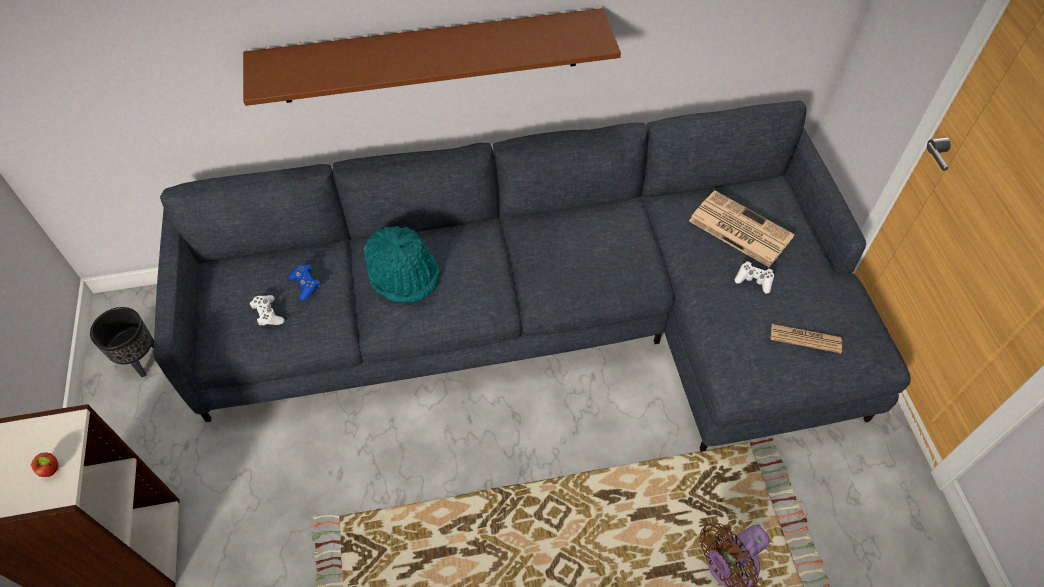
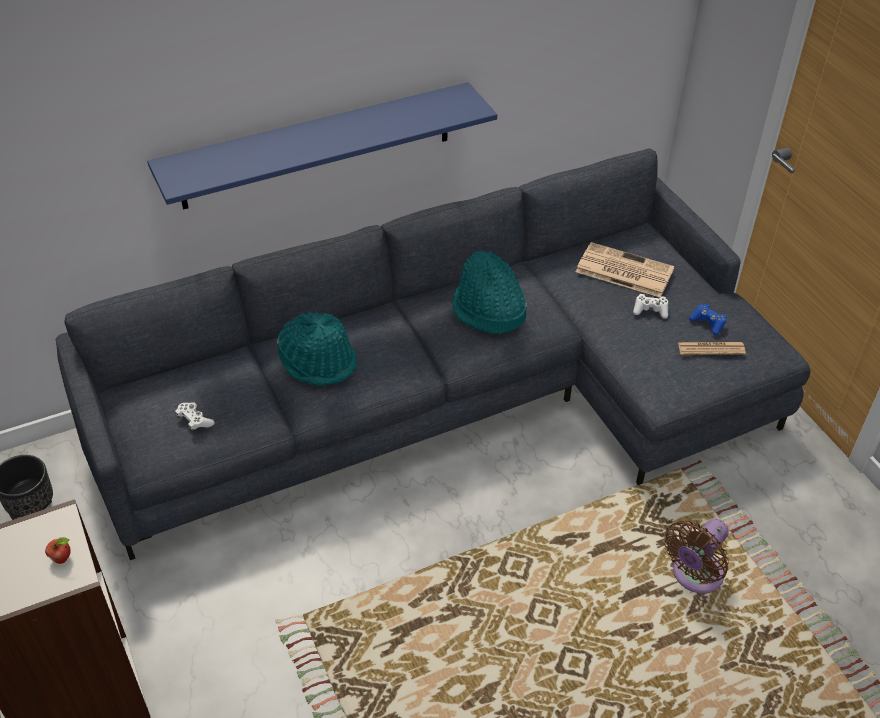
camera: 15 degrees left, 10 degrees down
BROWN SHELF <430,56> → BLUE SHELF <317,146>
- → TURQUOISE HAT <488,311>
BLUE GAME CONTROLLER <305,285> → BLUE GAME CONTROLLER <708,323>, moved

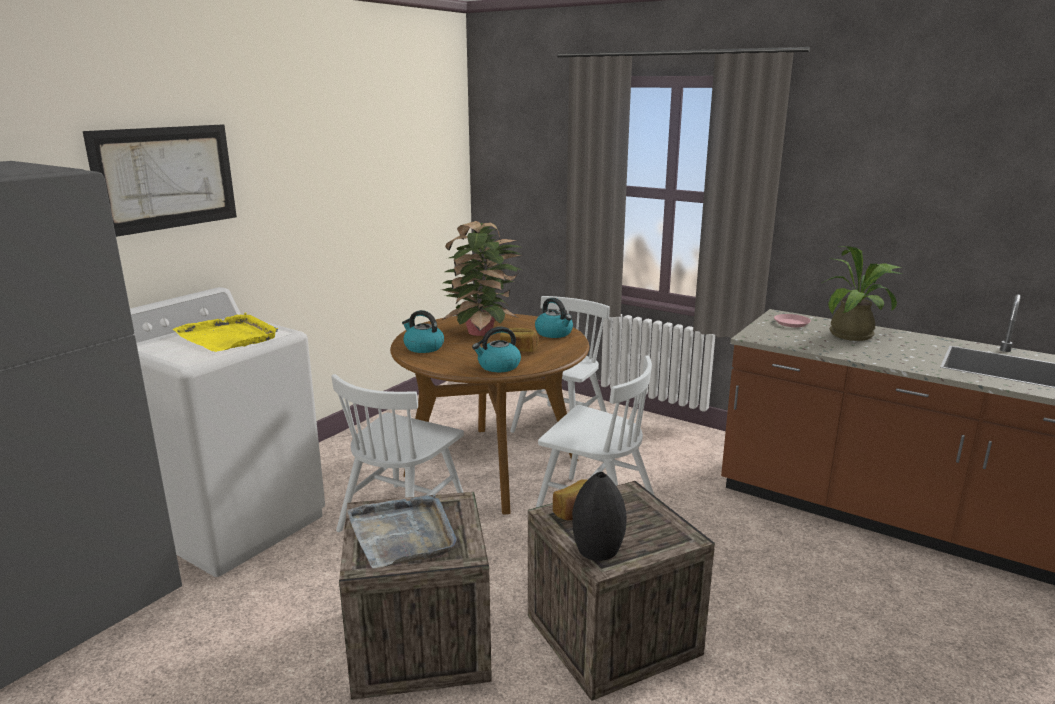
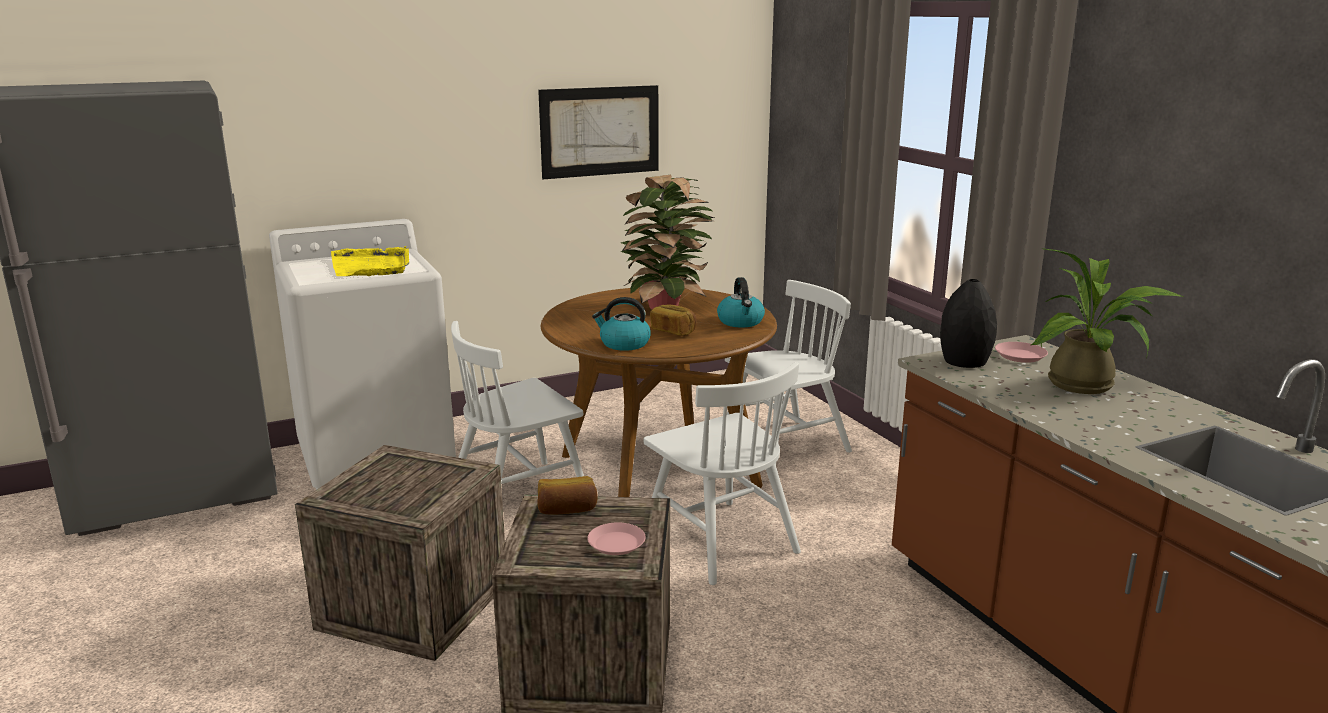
camera: 30 degrees right, 0 degrees up
PICTURE <166,178> → PICTURE <600,131>, moved
- → PINK PLATE <616,543>
BLACK VASE <596,549> → BLACK VASE <963,361>, moved
GREY TRAY <403,534> → -
KETTLE <423,347> → -

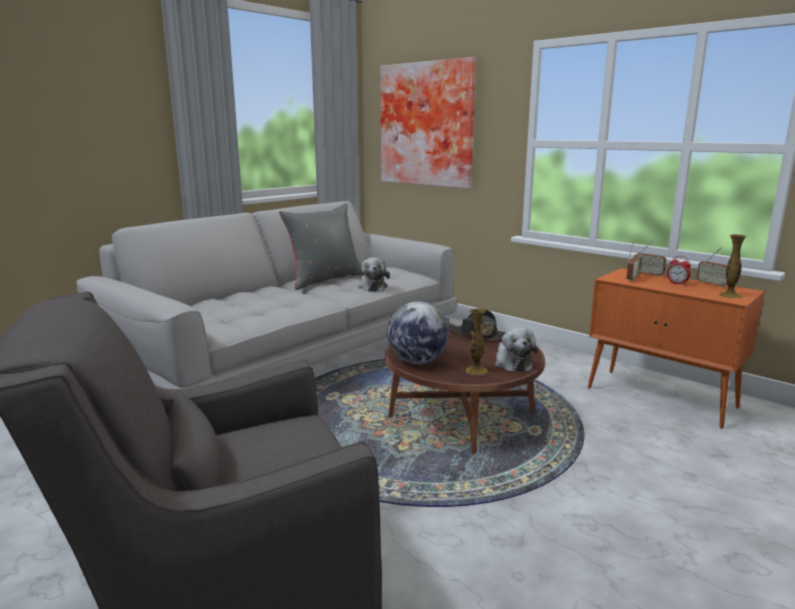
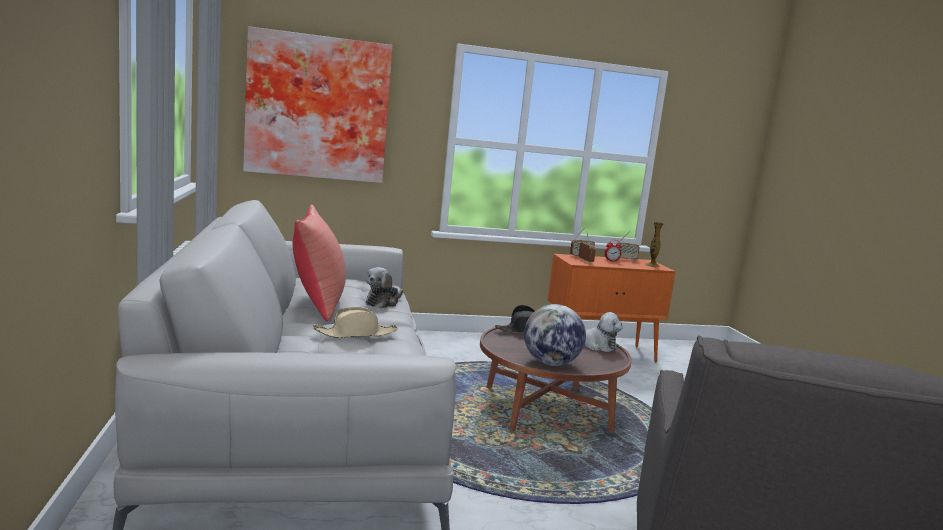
camera: 55 degrees left, 5 degrees down
GREY PILLOW <325,280> → RED PILLOW <317,304>
- → BEIGE HAT <356,334>
PLUSH TOY <372,286> → PLUSH TOY <383,302>, 90 degrees clockwise
VASE <476,370> → -

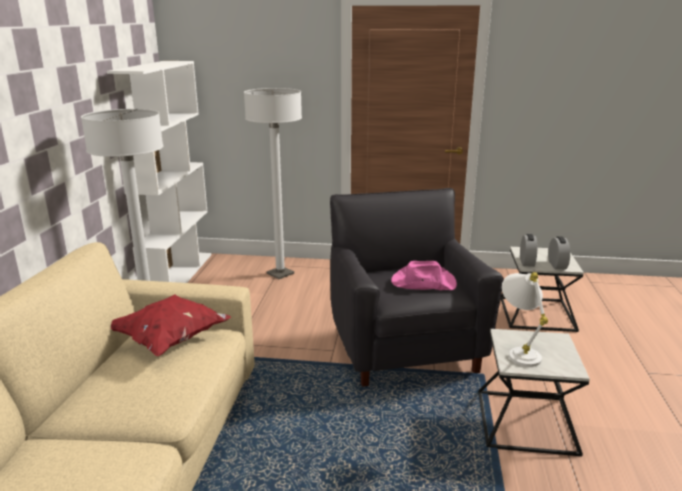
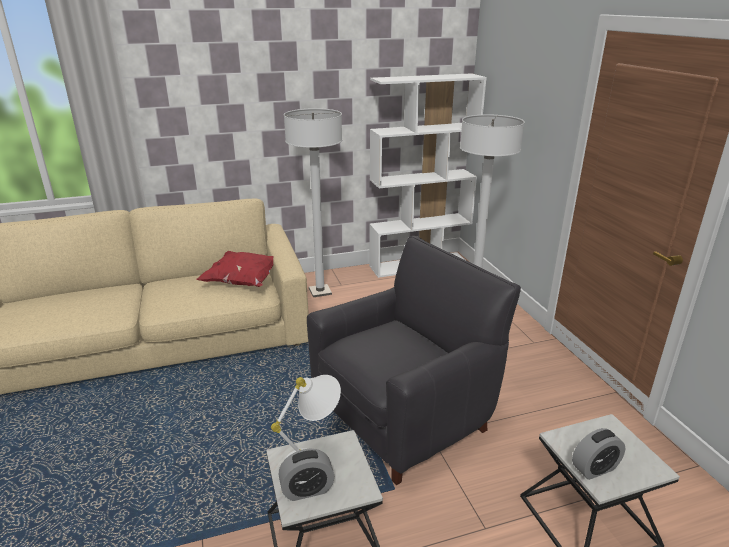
camera: 65 degrees right, 5 degrees up
ALARM CLOCK <526,262> → ALARM CLOCK <307,490>, moved
PINK HAT <422,282> → -

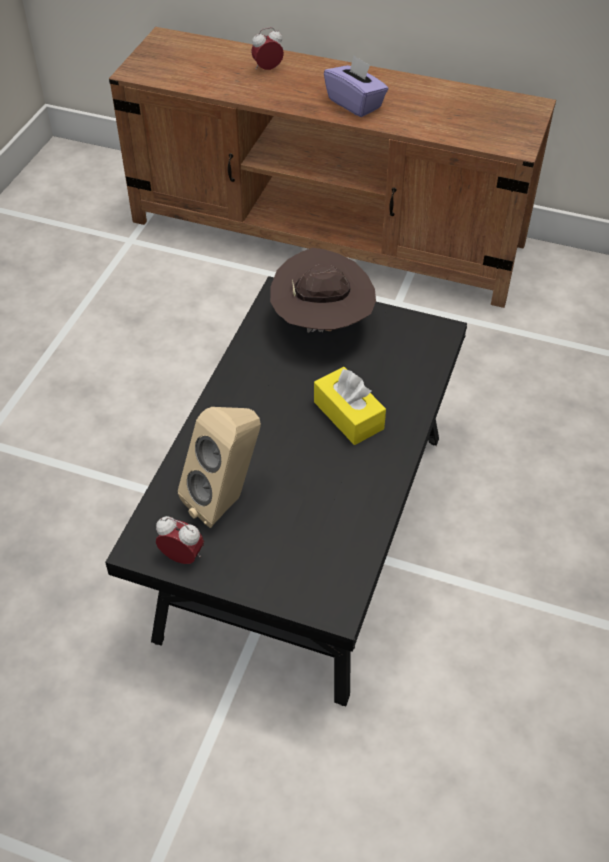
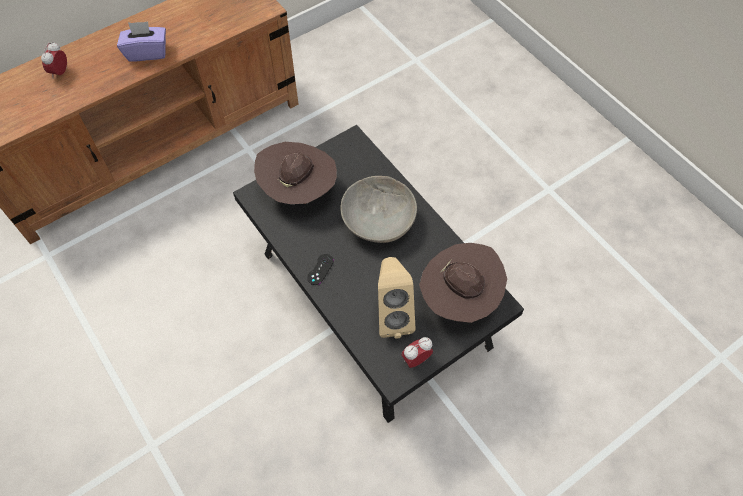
camera: 55 degrees left, 10 degrees up
- → BLACK GAME CONTROLLER <320,269>
YELLOW TISSUE BOX <348,415> → GREY BOWL <378,220>
- → BROWN HAT <459,298>

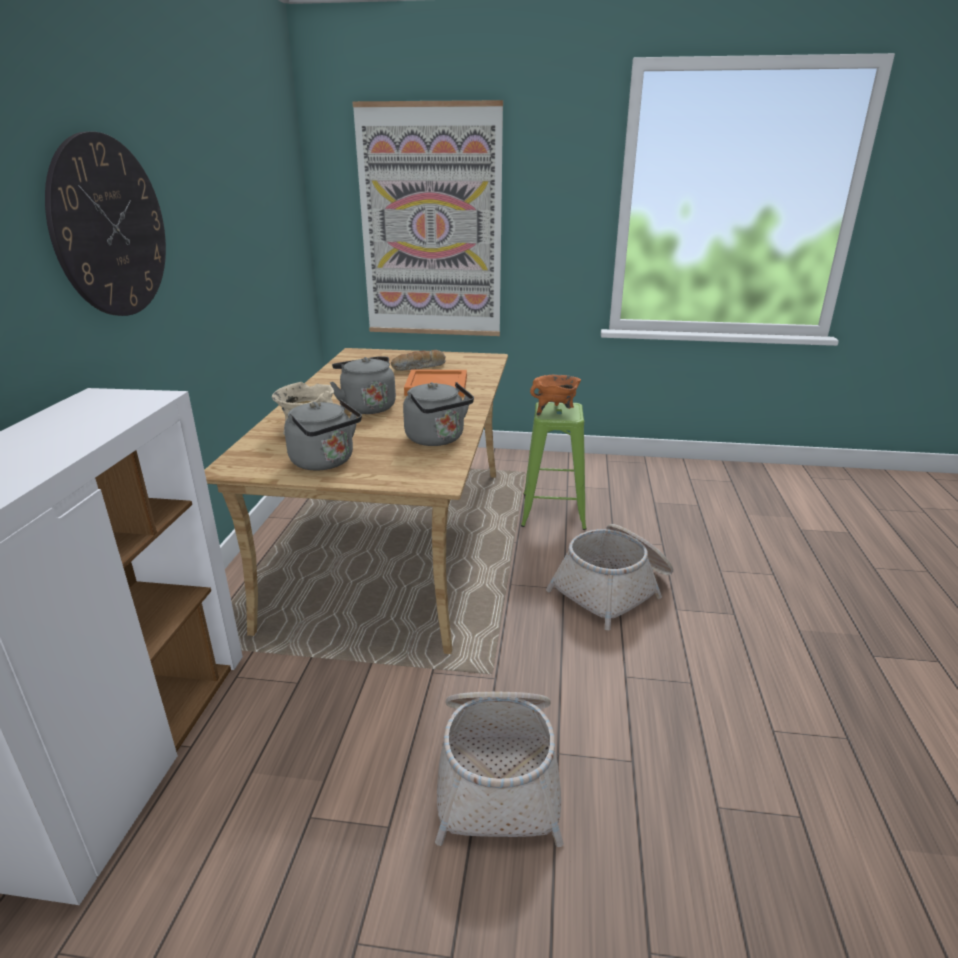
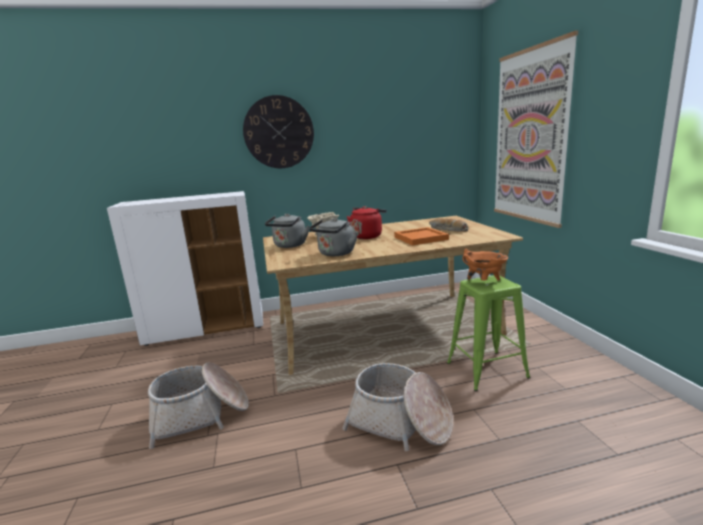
camera: 70 degrees right, 10 degrees down
GREY KETTLE <367,407> → RED KETTLE <367,236>

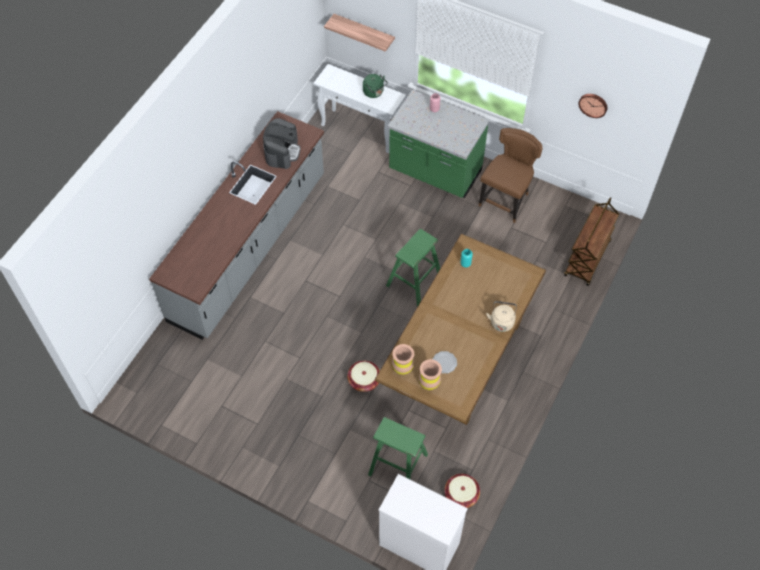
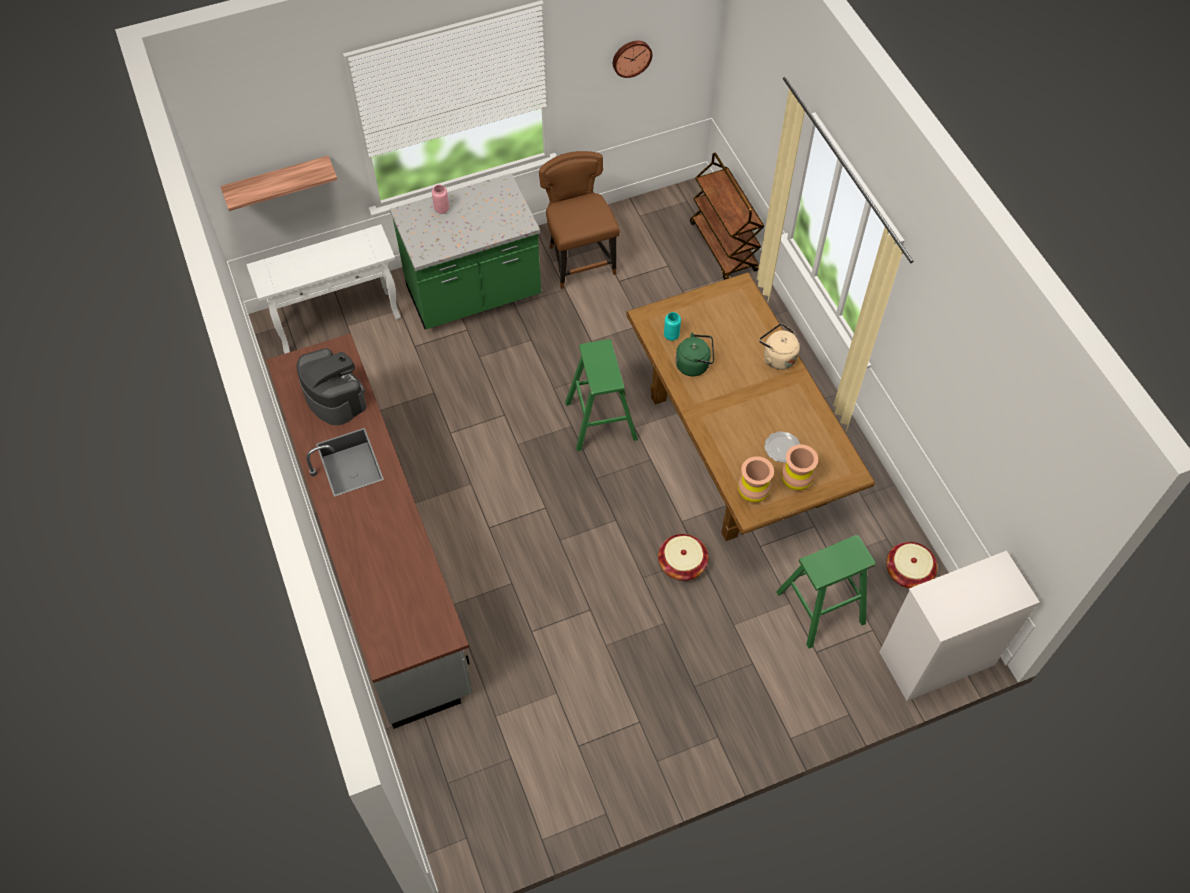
camera: 50 degrees left, 0 degrees up
GREEN KETTLE <374,93> → GREEN KETTLE <694,364>, moved

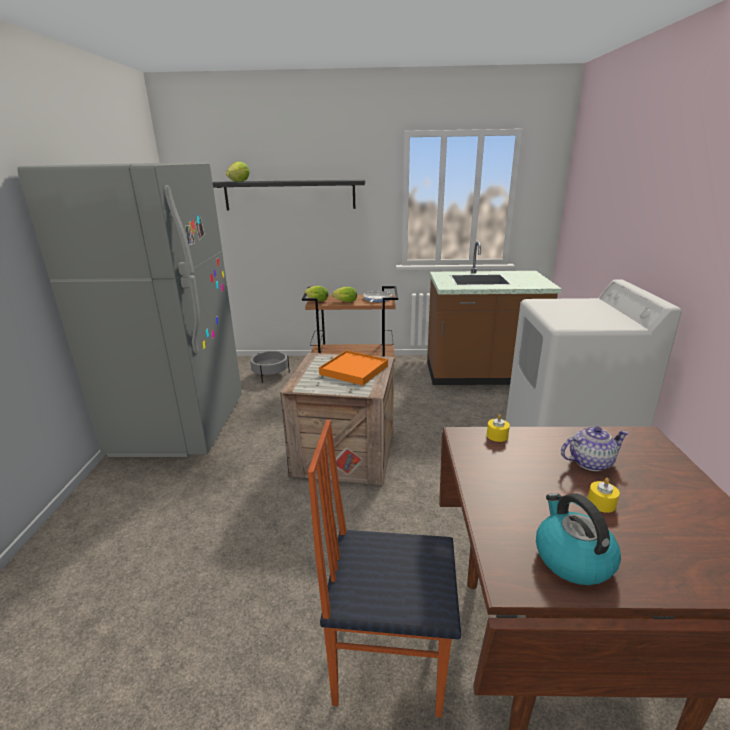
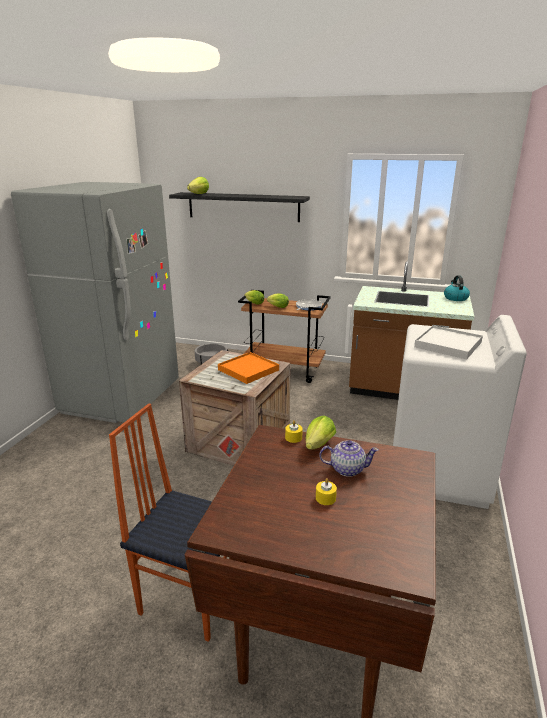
camera: 15 degrees right, 0 degrees up
- → LETTUCE <317,446>
- → WHITE TRAY <448,345>
KETTLE <572,558> → KETTLE <455,298>, moved

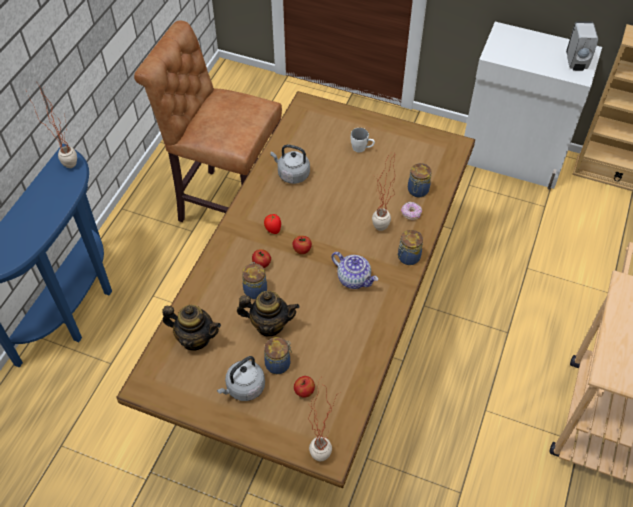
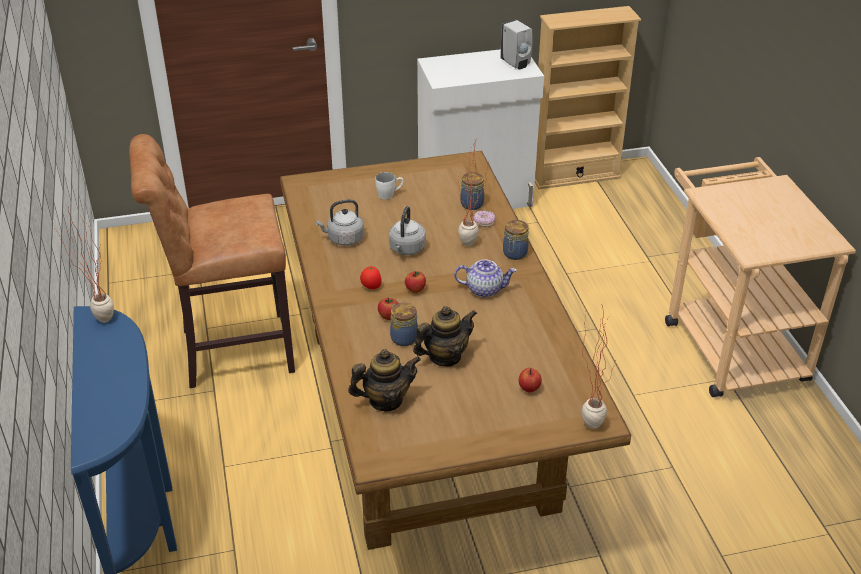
camera: 35 degrees left, 15 degrees down
GREY KETTLE <244,388> → GREY KETTLE <406,249>, moved
JAR <279,364> → -

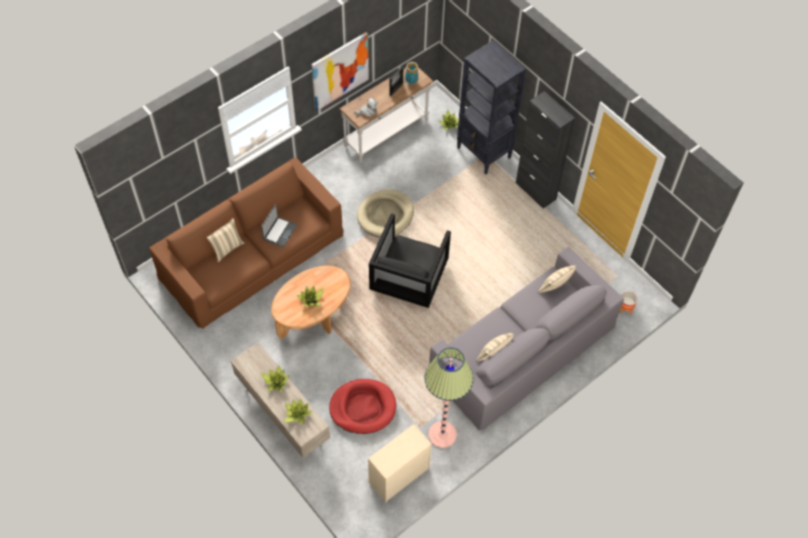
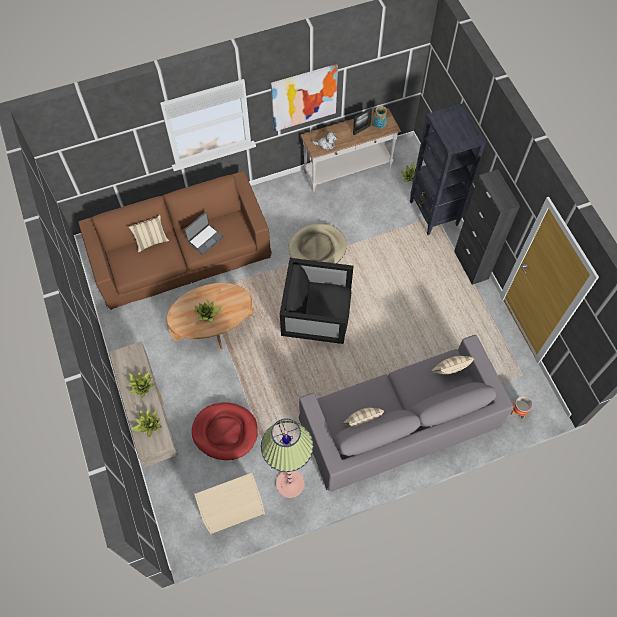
camera: 20 degrees right, 5 degrees up
BLACK ARMCHAIR <409,276> → BLACK ARMCHAIR <317,315>, 60 degrees clockwise

